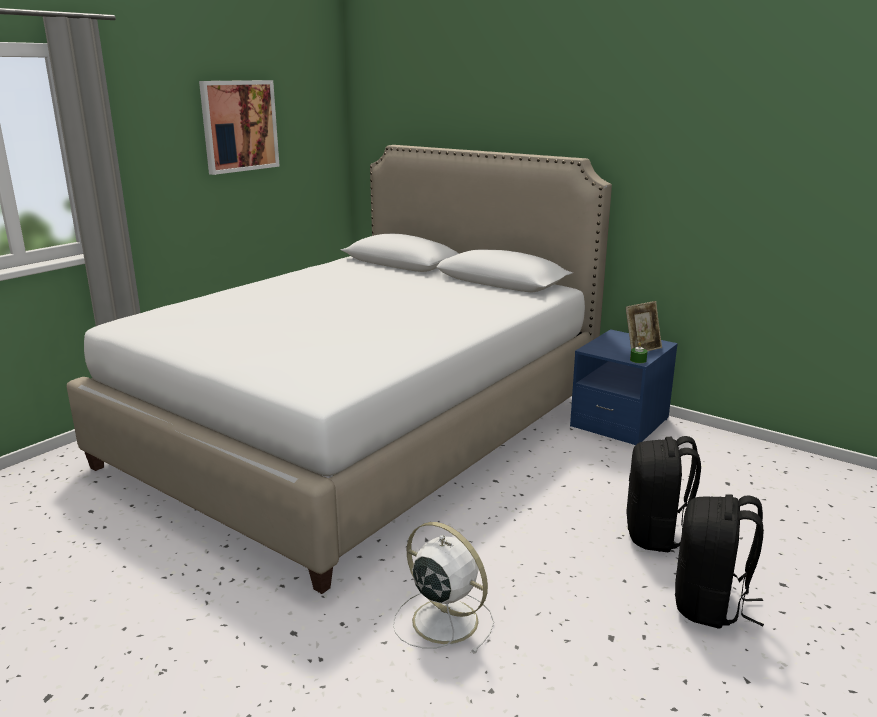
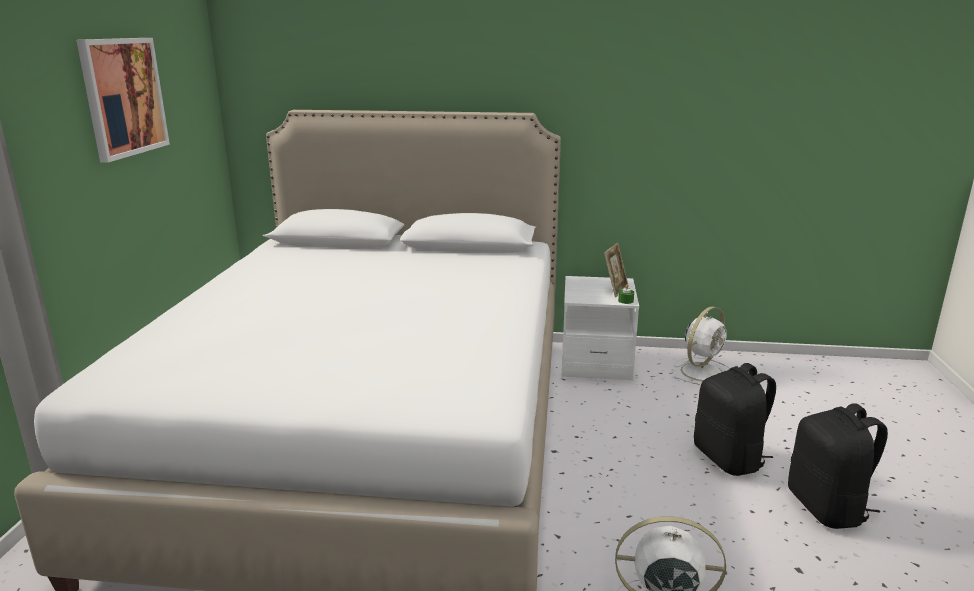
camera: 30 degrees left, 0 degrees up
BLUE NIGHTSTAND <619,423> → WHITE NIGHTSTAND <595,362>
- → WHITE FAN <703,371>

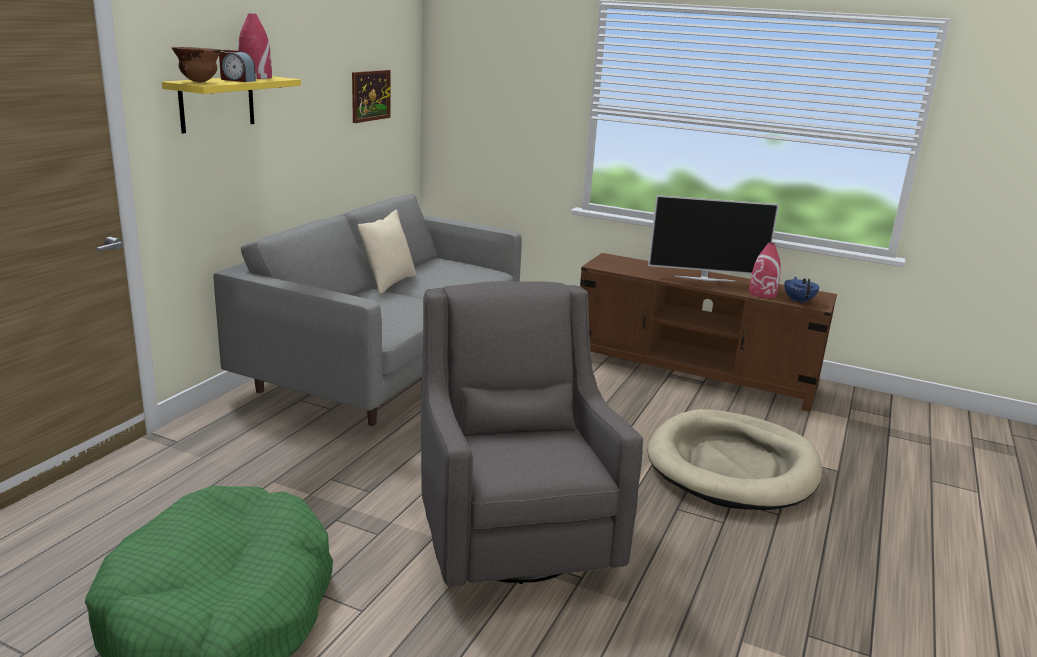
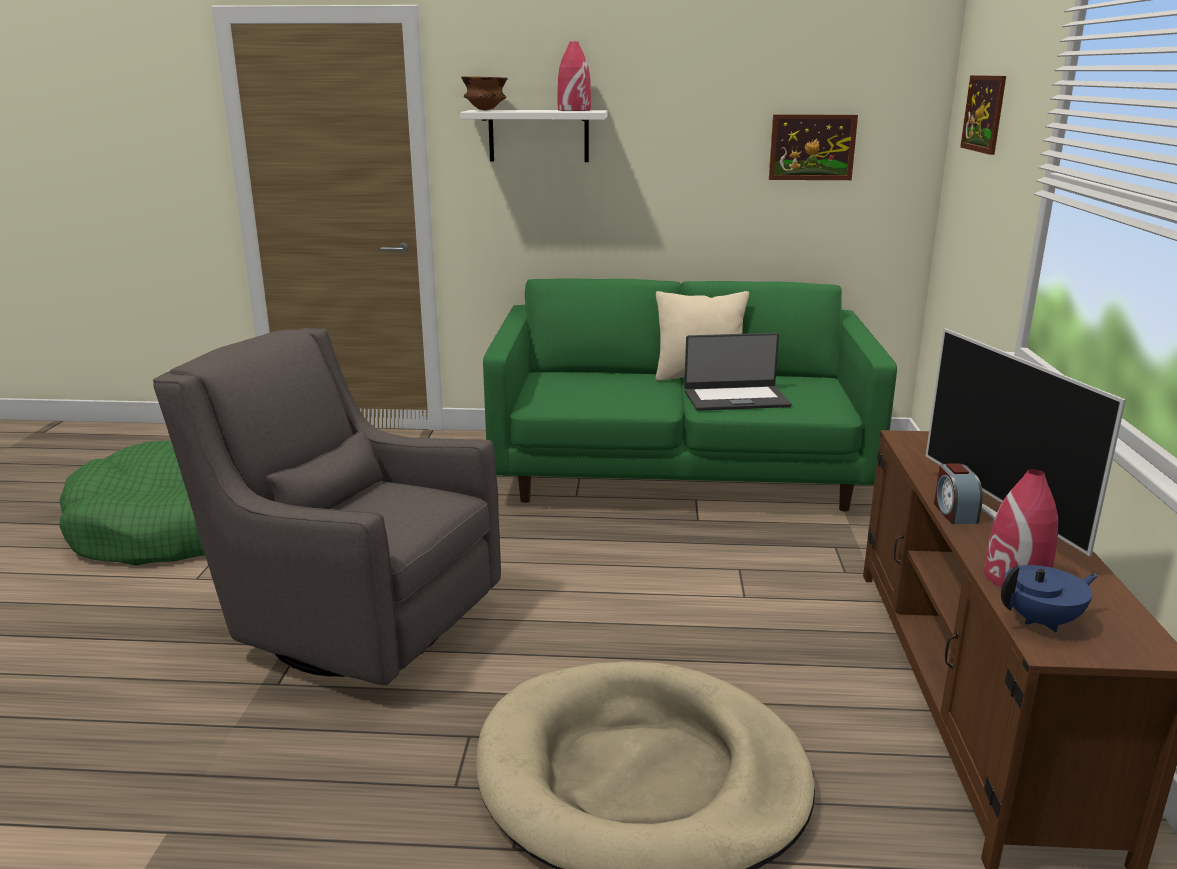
camera: 70 degrees right, 0 degrees up
GREY ARMCHAIR <513,532> → GREY ARMCHAIR <352,623>, 120 degrees counterclockwise
YELLOW SHELF <217,103> → WHITE SHELF <538,136>
GREY SOFA <387,362> → GREEN SOFA <679,473>
- → LAPTOP <735,398>
ALARM CLOCK <237,80> → ALARM CLOCK <954,512>, moved
- → PICTURE <984,113>

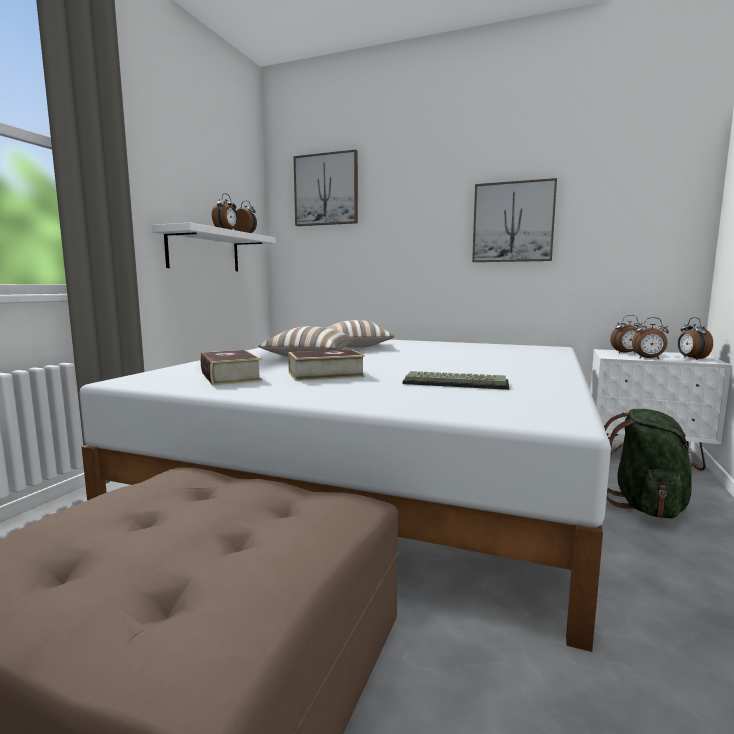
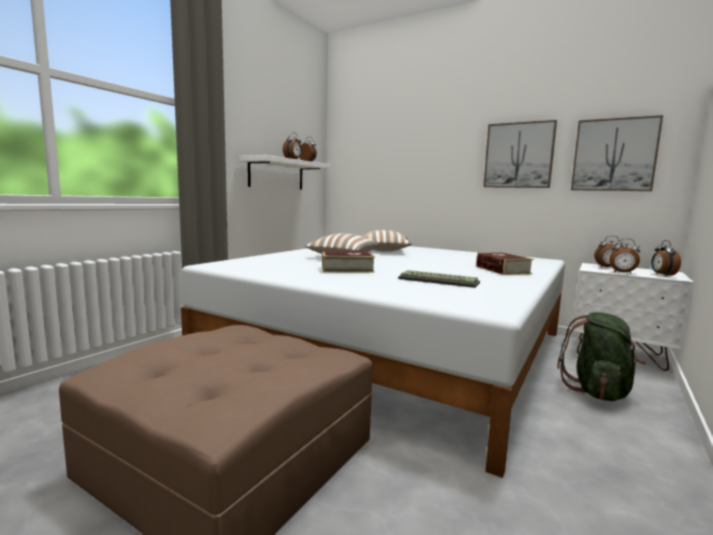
camera: 10 degrees right, 0 degrees up
BOOK <230,376> → BOOK <502,270>, moved
PICTURE <326,189> → PICTURE <614,155>, moved

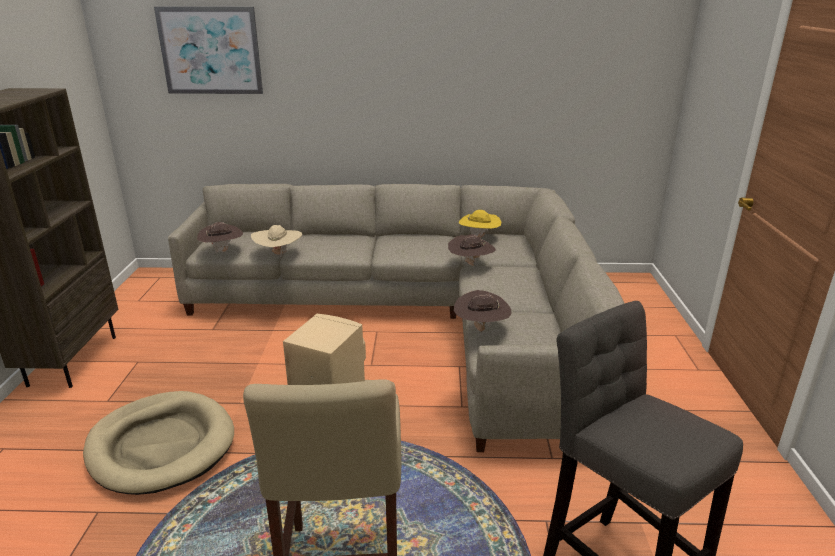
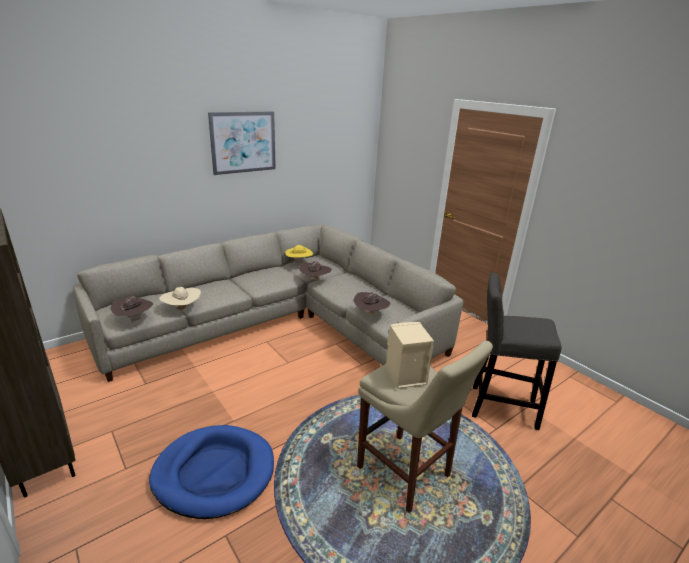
camera: 40 degrees left, 0 degrees up
BEIGE DOG BED <161,446> → BLUE DOG BED <214,473>
PICTURE <210,51> → PICTURE <243,142>, moved

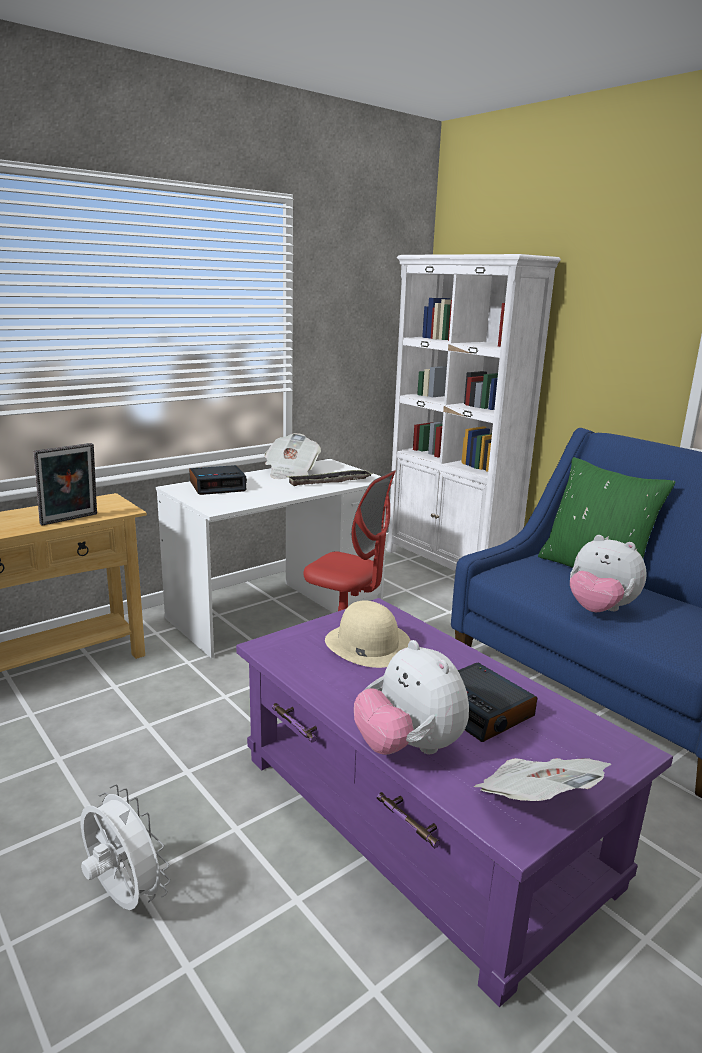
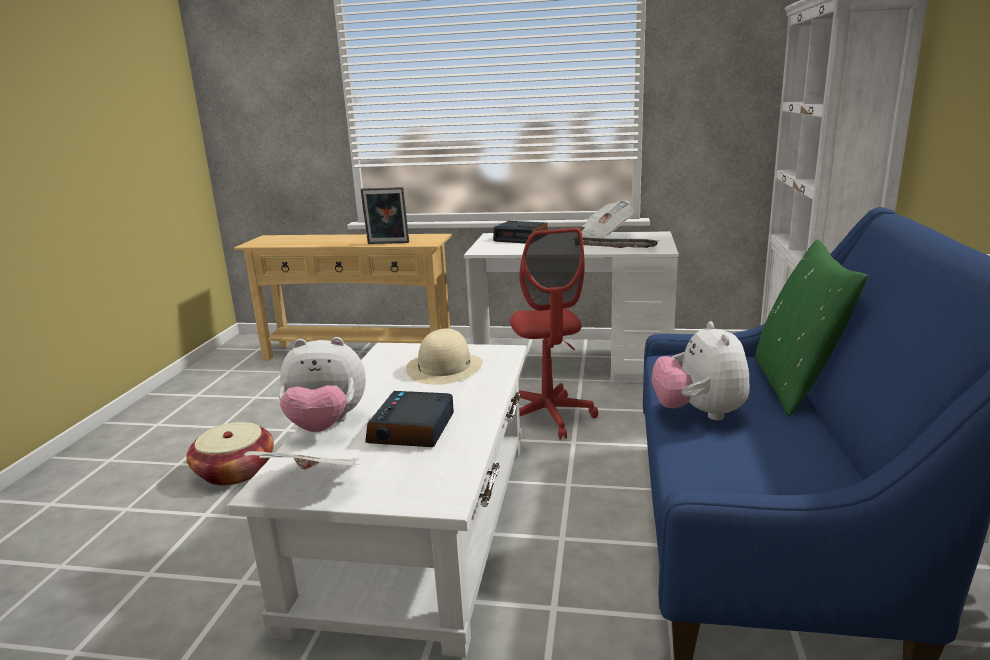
camera: 50 degrees right, 0 degrees up
WHITE FAN <123,897> → BASKET <235,471>
PURPLE COFFEE TABLE <419,818> → WHITE COFFEE TABLE <419,525>
PLUSH TOY <409,748> → PLUSH TOY <326,425>, 105 degrees counterclockwise

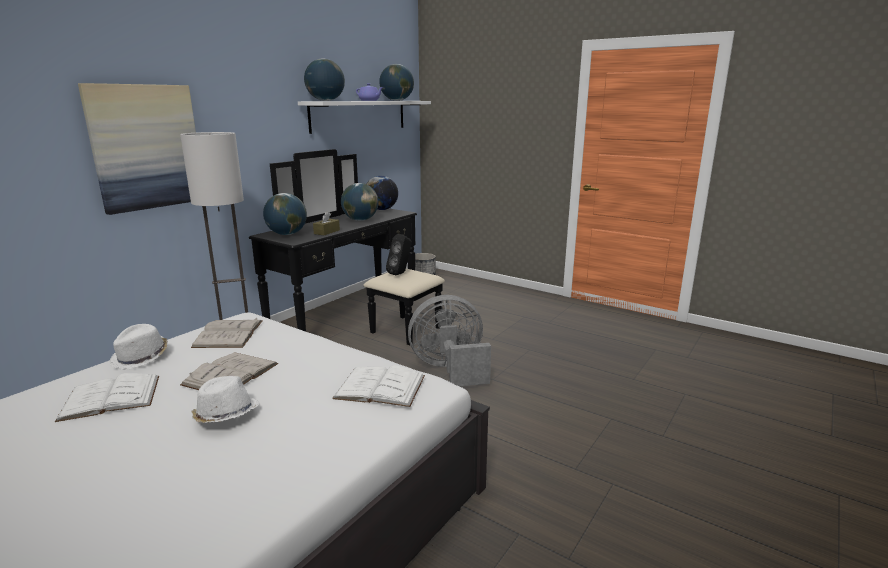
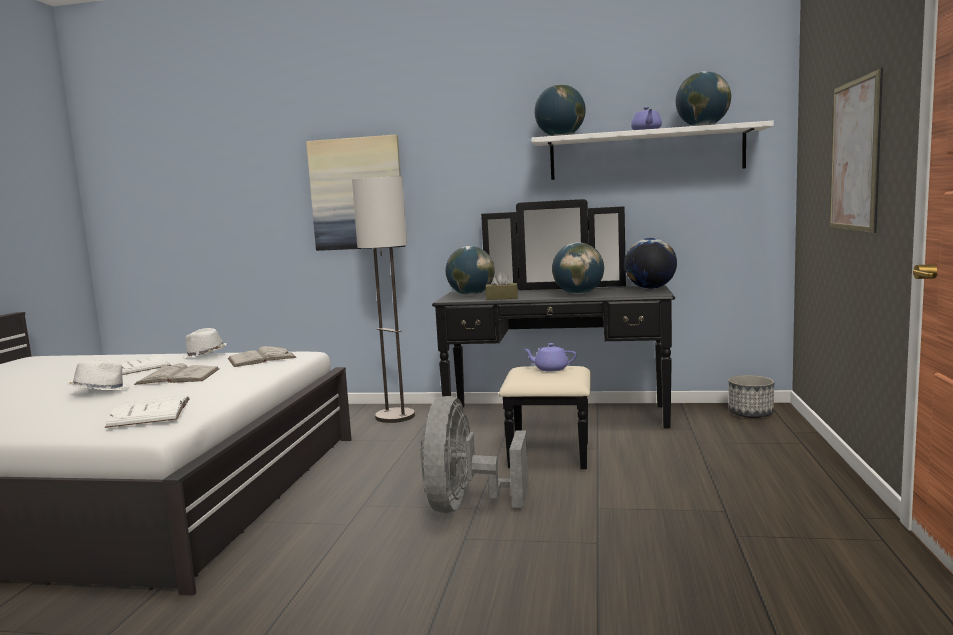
camera: 65 degrees right, 10 degrees down
GREY FAN <450,369> → GREY FAN <466,506>, 135 degrees counterclockwise
BLACK SPEAKER <400,273> → PURPLE TEAPOT <550,369>
- → PICTURE <855,155>

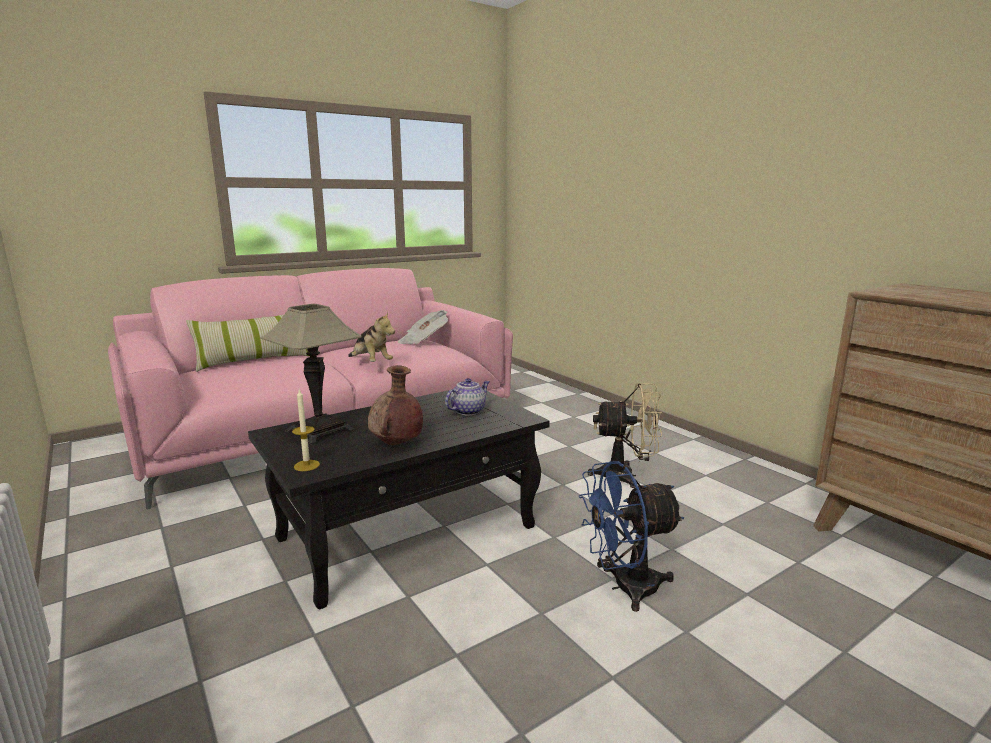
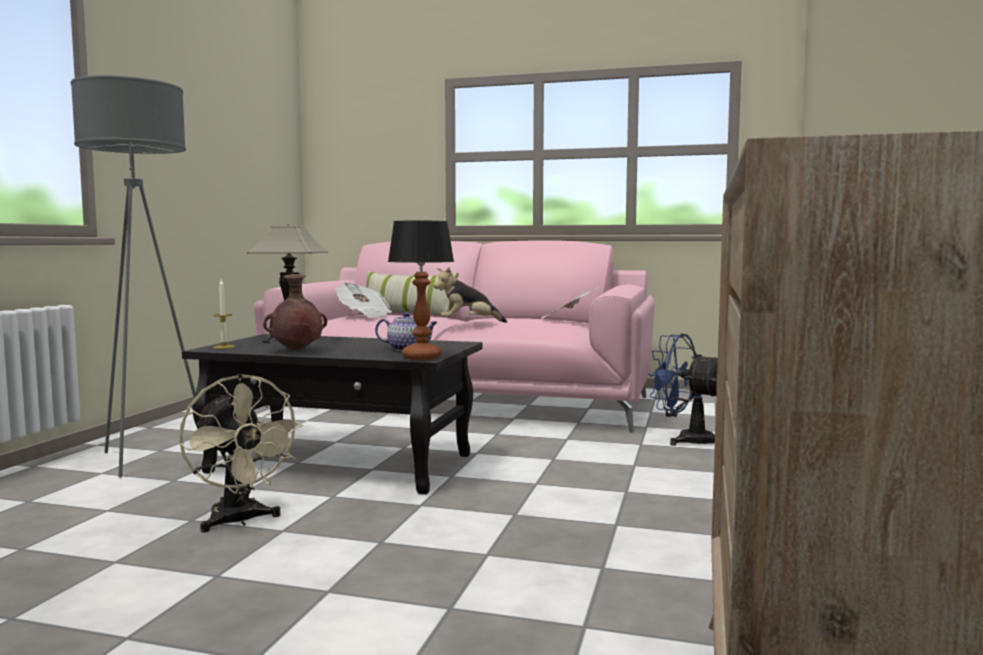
camera: 50 degrees right, 10 degrees down
- → GREY FLOOR LAMP <147,459>
BEIGE FAN <626,476> → BEIGE FAN <240,521>, moved
- → NEWSPAPER <364,315>
- → TABLE LAMP <421,357>
PLUSH TOY <371,363> → PLUSH TOY <468,323>, 75 degrees clockwise
BLUE FAN <624,587> → BLUE FAN <686,440>, moved

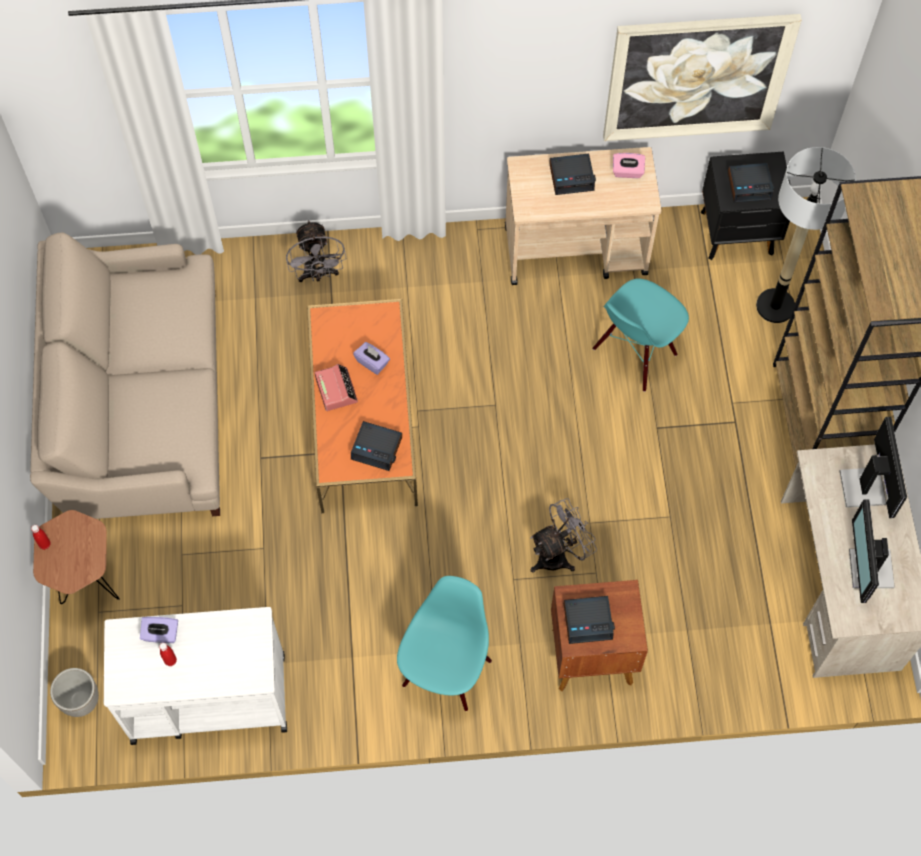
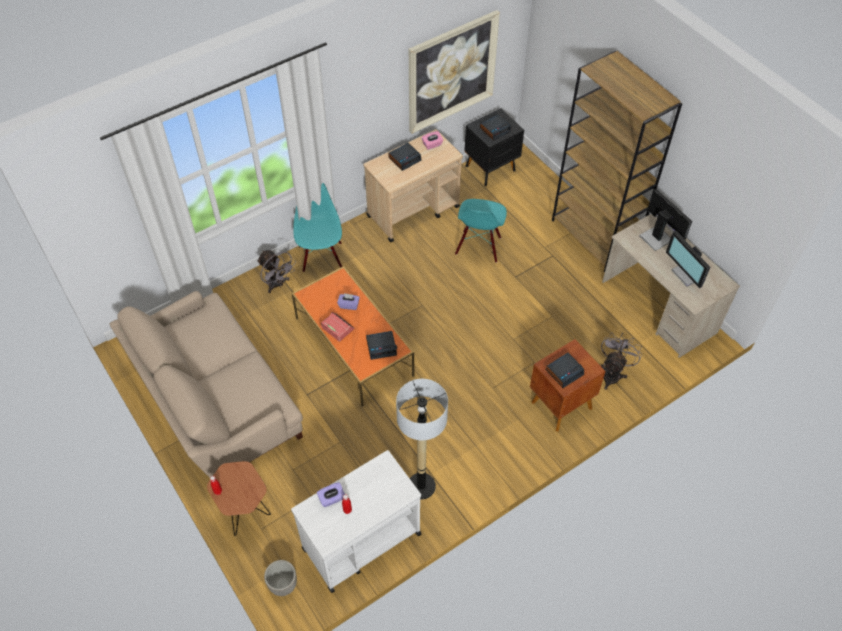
camera: 30 degrees left, 10 degrees down
TURQUOISE CHAIR <446,671> → TURQUOISE CHAIR <321,256>, moved
FLOOR LAMP <775,306> → FLOOR LAMP <421,486>, moved
GREY FAN <559,555> → GREY FAN <612,373>, moved

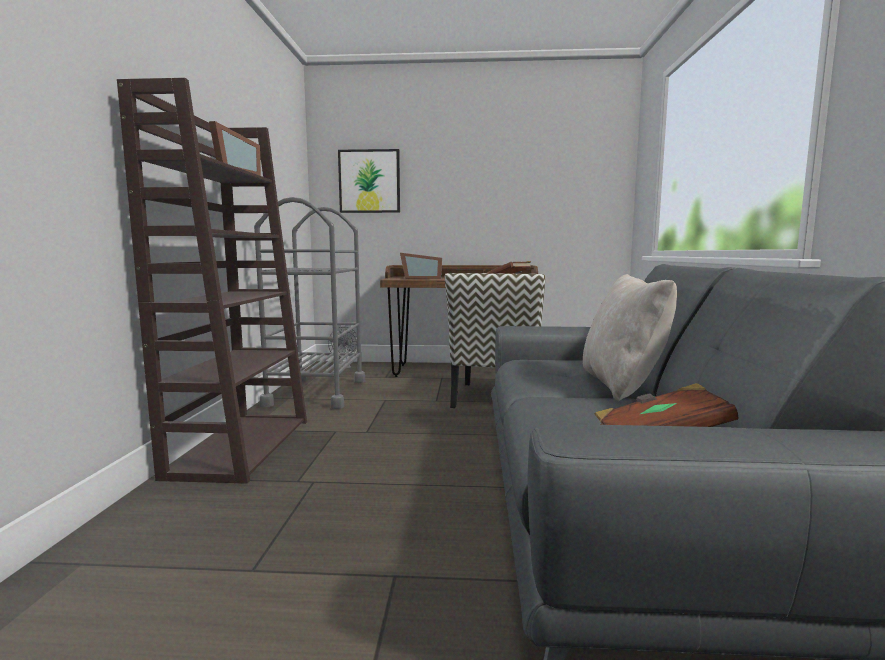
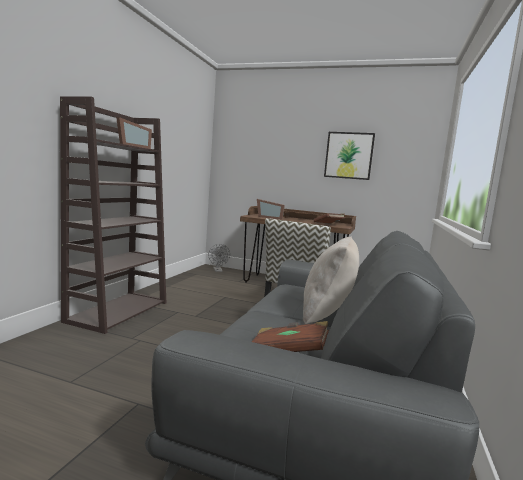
camera: 15 degrees right, 0 degrees up
PICTURE <369,181> → PICTURE <349,155>, moved
GREY CART <317,392> → -

